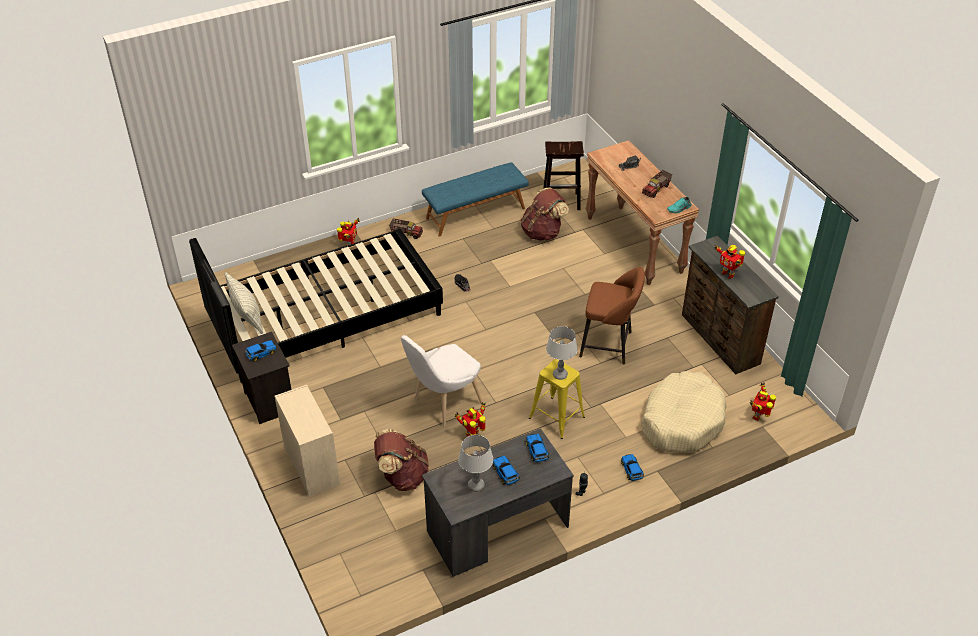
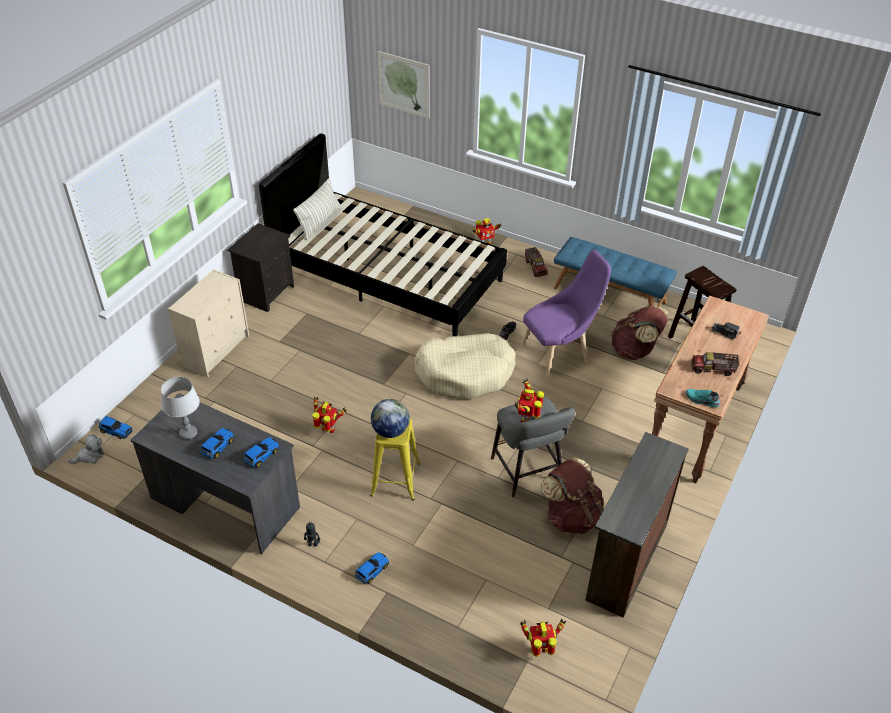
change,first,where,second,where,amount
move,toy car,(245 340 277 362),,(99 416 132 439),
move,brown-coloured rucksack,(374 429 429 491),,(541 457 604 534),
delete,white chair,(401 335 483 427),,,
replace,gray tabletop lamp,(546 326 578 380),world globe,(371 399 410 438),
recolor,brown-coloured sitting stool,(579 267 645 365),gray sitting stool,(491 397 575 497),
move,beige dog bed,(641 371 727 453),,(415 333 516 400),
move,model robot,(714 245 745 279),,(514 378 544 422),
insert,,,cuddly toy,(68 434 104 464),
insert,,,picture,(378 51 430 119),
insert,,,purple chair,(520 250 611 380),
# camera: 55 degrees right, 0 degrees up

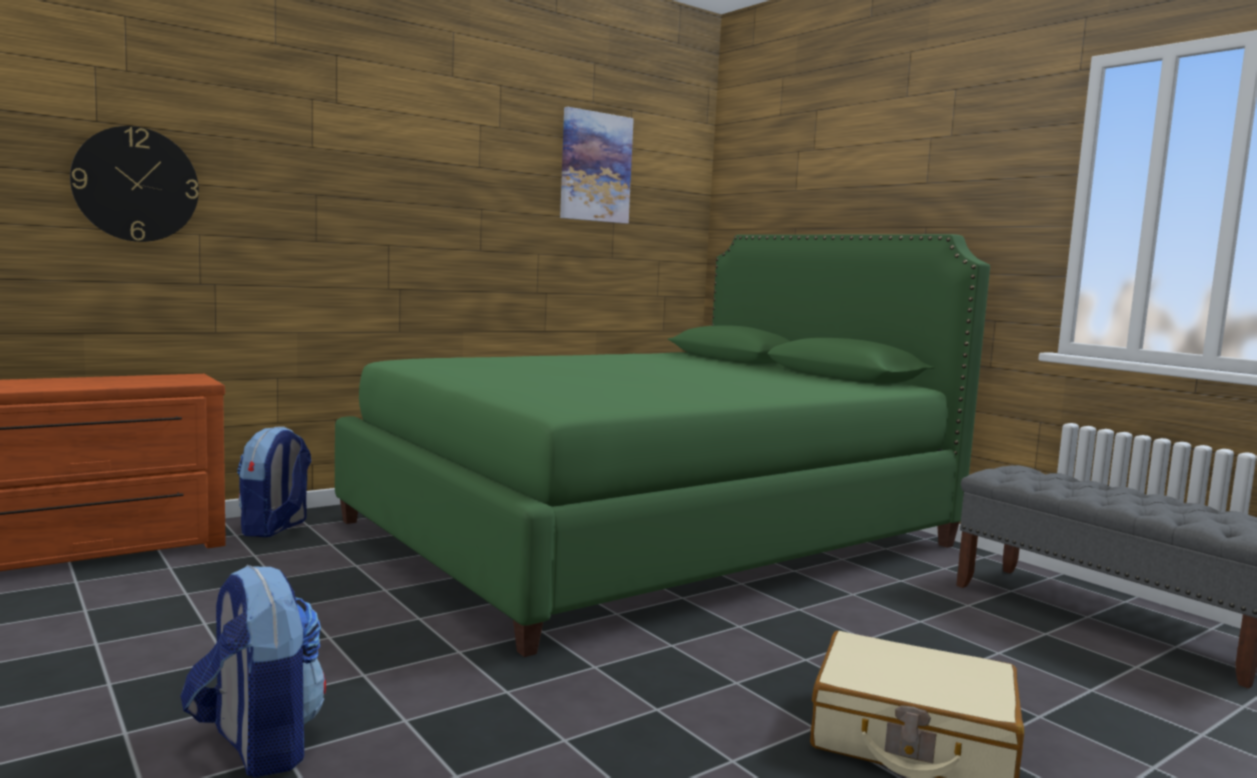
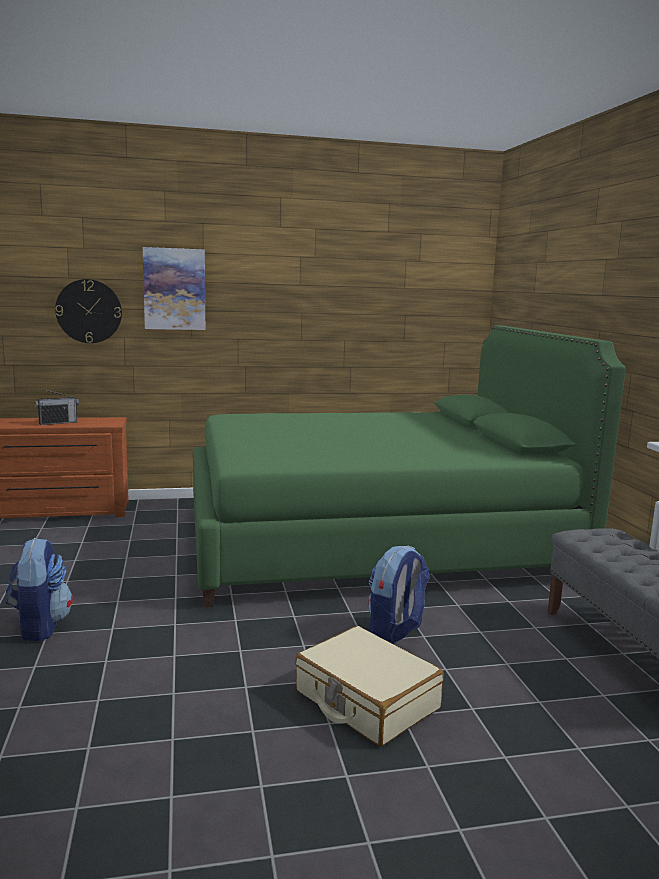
change,first,where,second,where,amount
move,rucksack,(237 426 311 537),,(368 546 429 644),
move,picture,(560 107 634 224),,(143 247 205 330),
insert,,,radio,(35 389 79 425),
# camera: 25 degrees right, 5 degrees up

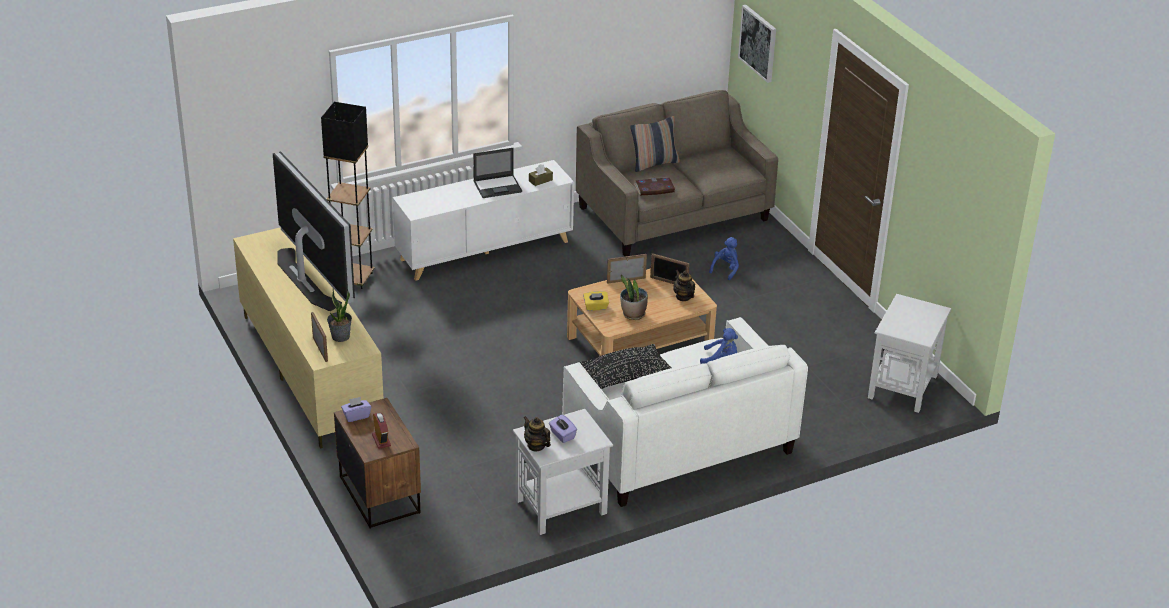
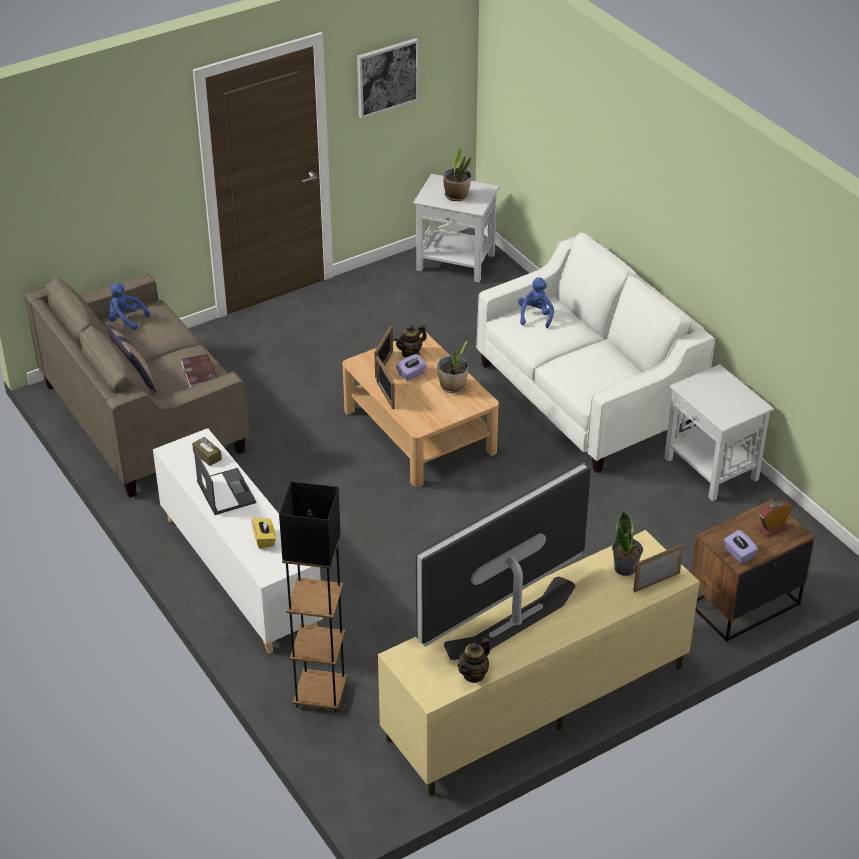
change,first,where,second,where,amount
move,pot for tea,(523 416 551 451),,(457 638 490 683),
move,purple box of tissues,(549 414 577 443),,(396 354 427 381),
delete,black-coloured throw pillow,(580 344 672 389),,,
move,yellowish box of tissues,(583 291 609 311),,(251 517 276 549),
move,blue-coloured cuddly toy,(709 237 739 280),,(108 283 150 331),
move,picture,(738 5 776 83),,(357 38 419 119),
insert,,,plant in a pot,(443 146 472 201),
# camera: 95 degrees left, 5 degrees up

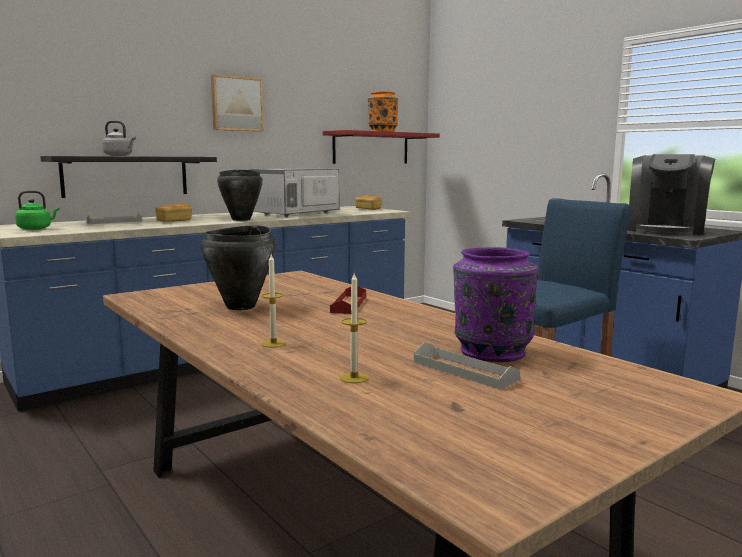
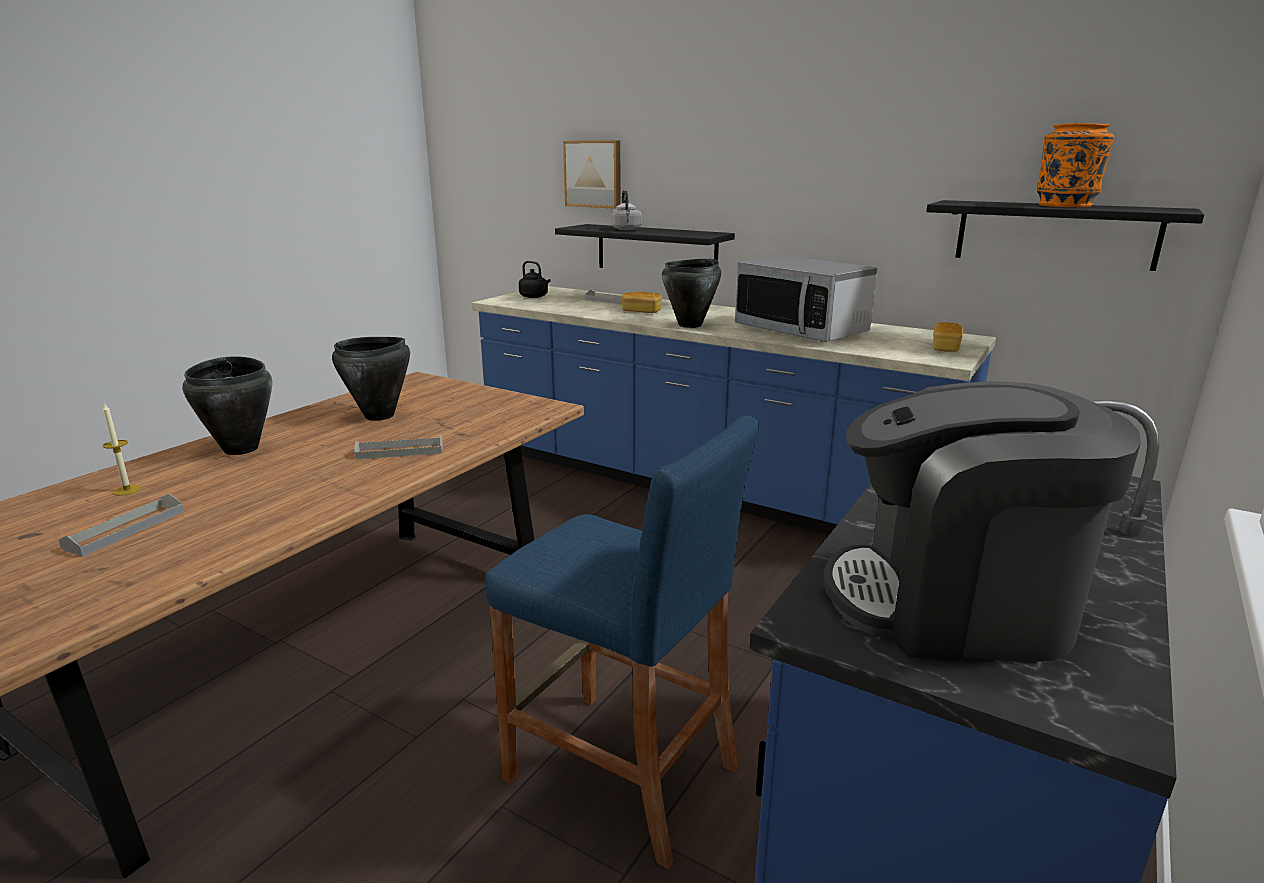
change,first,where,second,where,amount
recolor,green kettle,(15 190 60 230),black-coloured kettle,(519 261 550 298),
move,picture,(211 74 264 131),,(563 140 621 209),
rotate,kitchen microwave,(249 168 340 217),,(735 256 877 342),150 degrees counterclockwise
replace,candle,(261 254 286 348),black-coloured saucepot,(182 356 272 455),
recolor,red wall shelf,(323 130 440 164),black-coloured wall shelf,(926 200 1204 271),
recolor,red tray,(330 286 366 314),gray tray,(354 435 443 460),
delete,purple flower vase,(453 247 538 362),,,
# camera: 70 degrees right, 10 degrees up

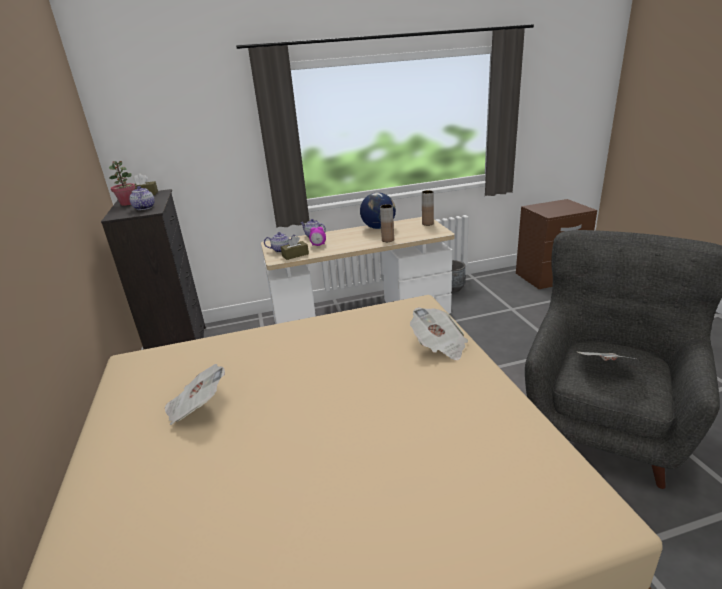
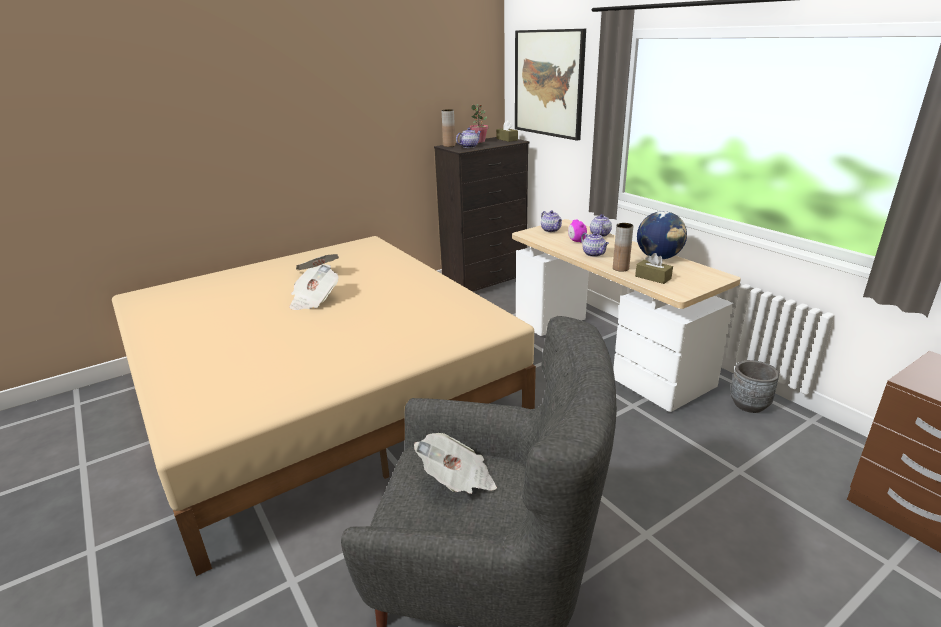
change,first,where,second,where,amount
move,brown-coloured box of tissues,(281 236 309 260),,(635 253 673 284),
move,printed paper,(410 307 468 360),,(289 264 338 310),
move,brown-coloured flower vase,(422 190 434 226),,(442 109 455 147),
insert,,,picture,(515 29 586 141),
insert,,,pot for tea,(581 232 609 257),
# camera: 70 degrees right, 0 degrees up

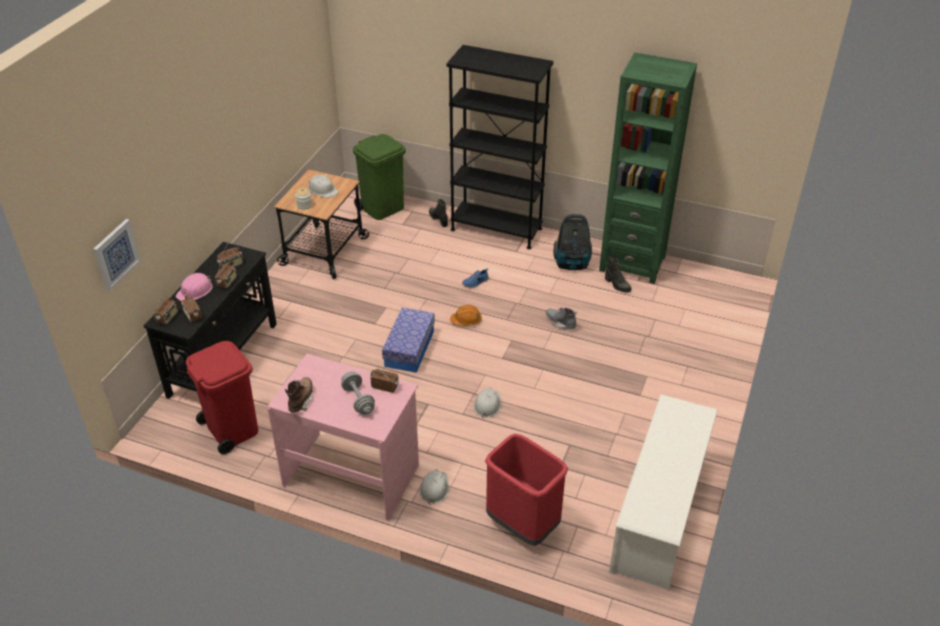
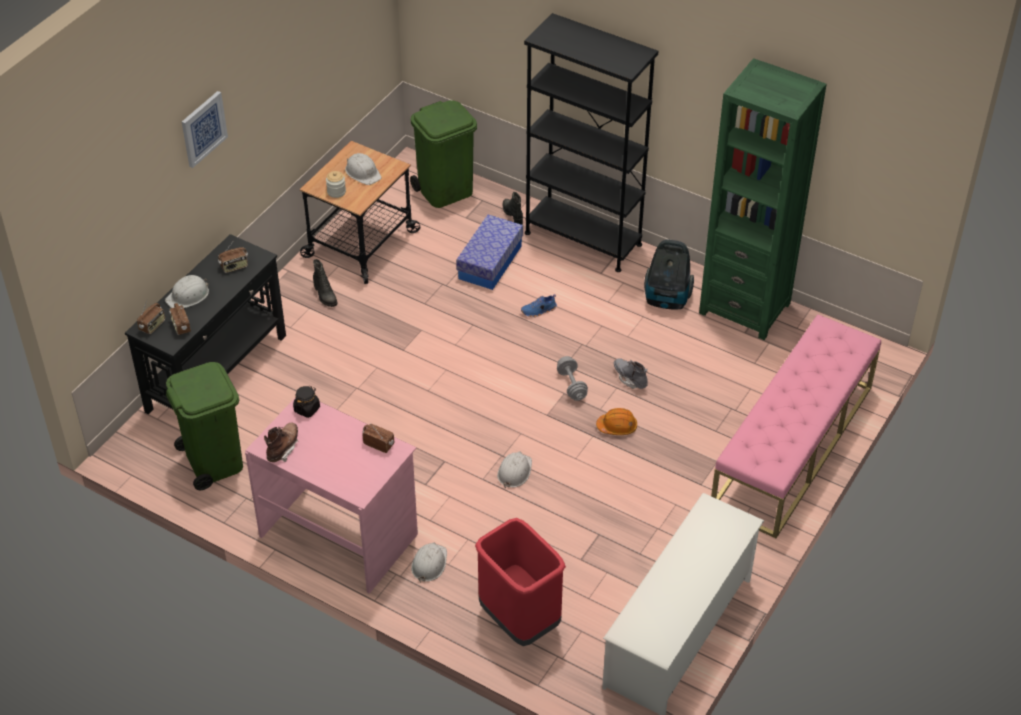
change,first,where,second,where,amount
move,picture,(93 219 141 291),,(182 91 228 168),
recolor,pinkish work helmet,(176 273 212 301),white work helmet,(165 275 209 308),
recolor,red trash can,(186 341 258 454),green trash can,(166 362 243 490),
delete,radio,(215 258 237 288),,,
move,gray hand weight,(341 371 375 415),,(557 356 588 401),
move,storage box,(382 308 435 373),,(456 215 523 290),
move,orangey work helmet,(450 305 482 326),,(596 408 637 435),
move,black-coloured tall boot,(605 256 632 293),,(313 259 337 307),
insert,,,black-coloured preserve jar,(293 386 320 418),
insert,,,pinkish bench,(711 314 881 538),
# camera: 10 degrees right, 5 degrees up

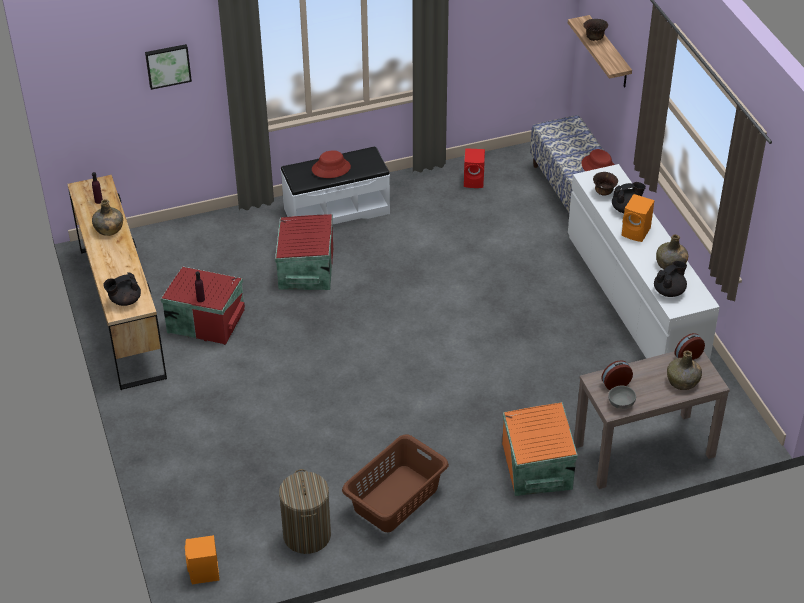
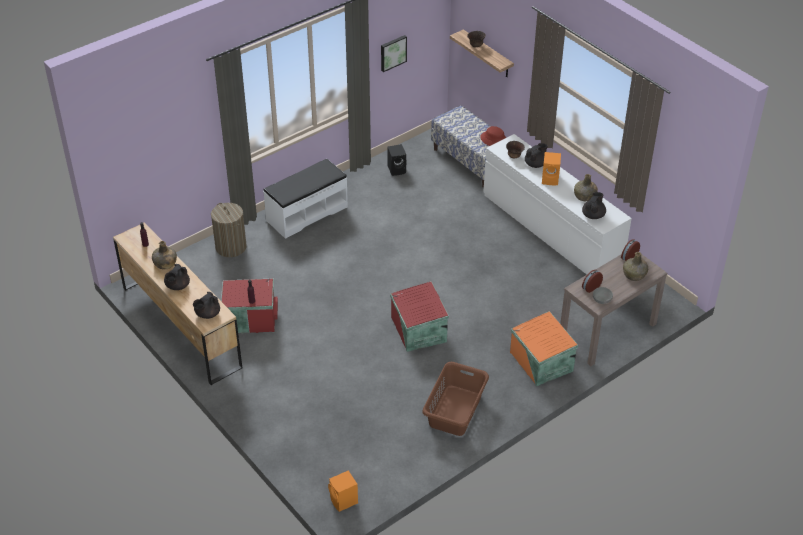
change,first,where,second,where,amount
move,picture,(145 44 192 90),,(381 35 407 72),
move,red storage box,(275 214 333 290),,(390 281 449 352),
move,laundry basket,(279 469 331 554),,(211 203 247 257),
delete,red hat,(312 150 351 178),,,
recolor,red loudspeaker,(464 148 485 188),black-coloured loudspeaker,(387 144 407 176),
insert,,,black-coloured pot for tea,(164 264 190 290),
# camera: 20 degrees left, 0 degrees up

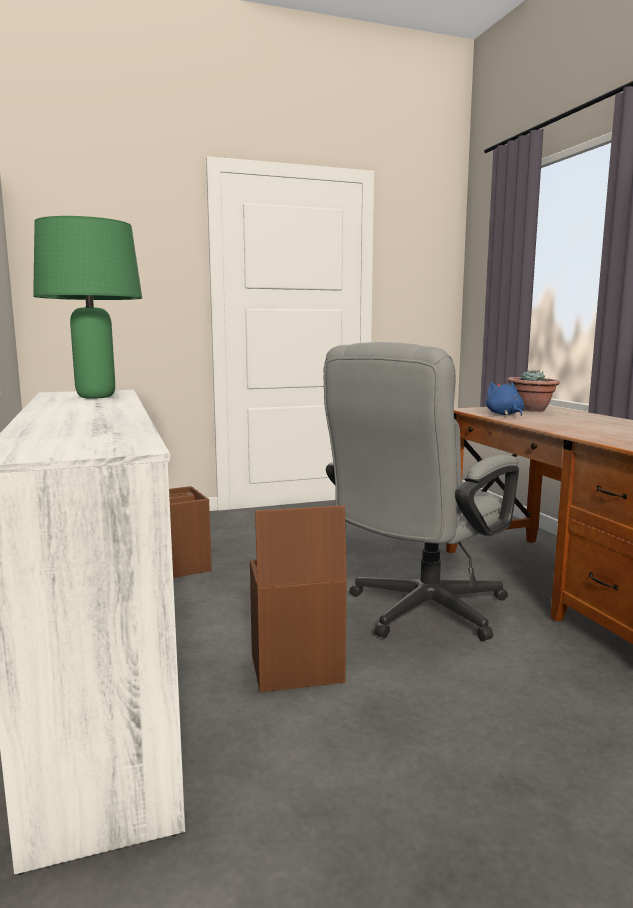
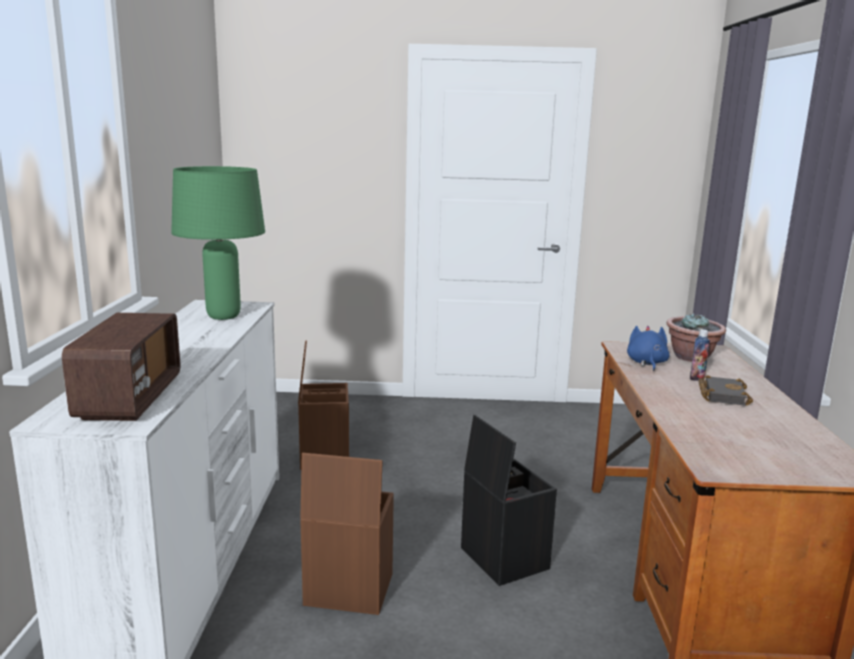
change,first,where,second,where,amount
replace,gray desk chair,(324 342 519 641),black-coloured storage box,(461 415 557 586),
insert,,,radio,(62 313 180 421),
insert,,,bottle,(690 329 710 381),
insert,,,black-coloured book,(699 375 753 406),
# camera: 20 degrees right, 5 degrees up

